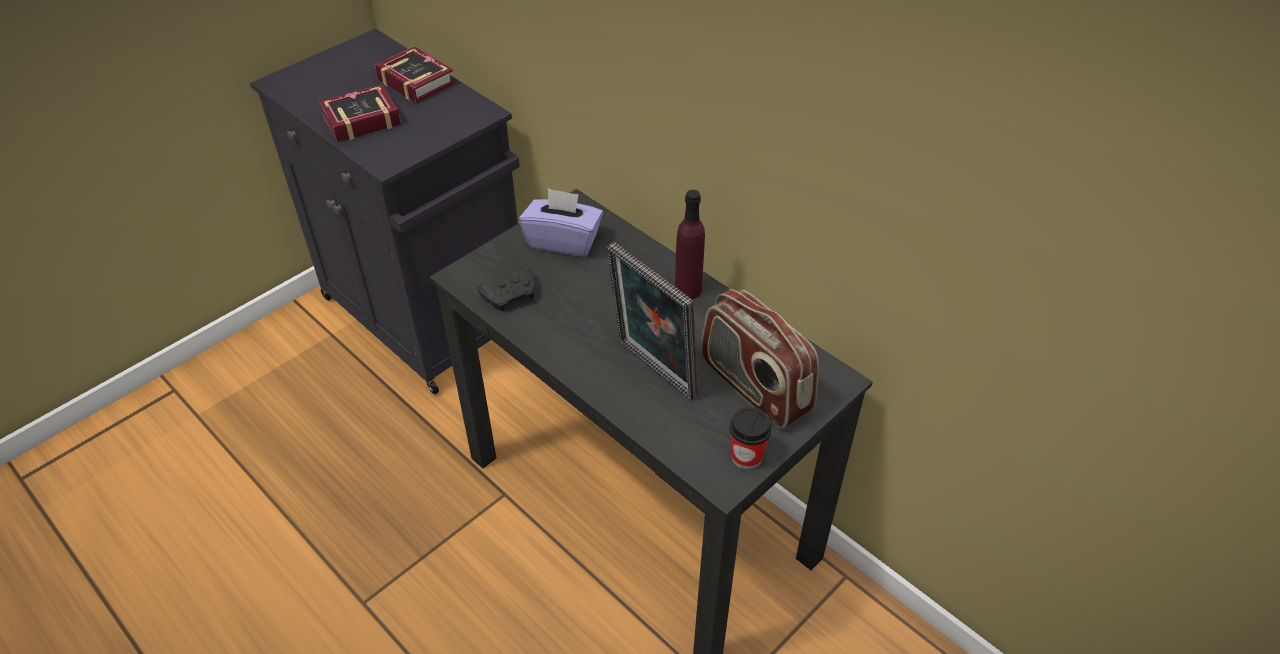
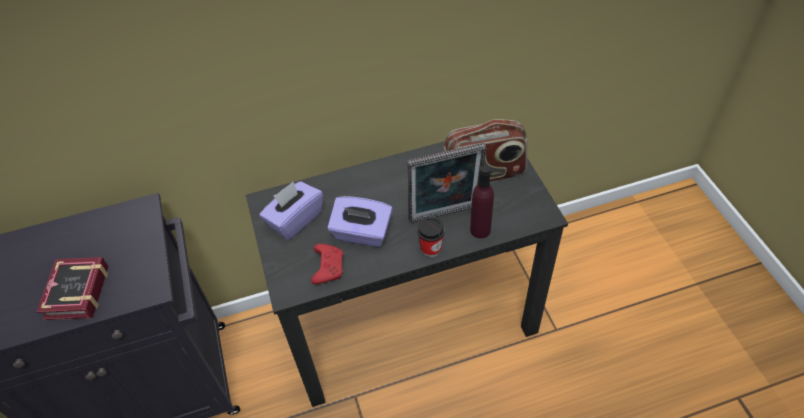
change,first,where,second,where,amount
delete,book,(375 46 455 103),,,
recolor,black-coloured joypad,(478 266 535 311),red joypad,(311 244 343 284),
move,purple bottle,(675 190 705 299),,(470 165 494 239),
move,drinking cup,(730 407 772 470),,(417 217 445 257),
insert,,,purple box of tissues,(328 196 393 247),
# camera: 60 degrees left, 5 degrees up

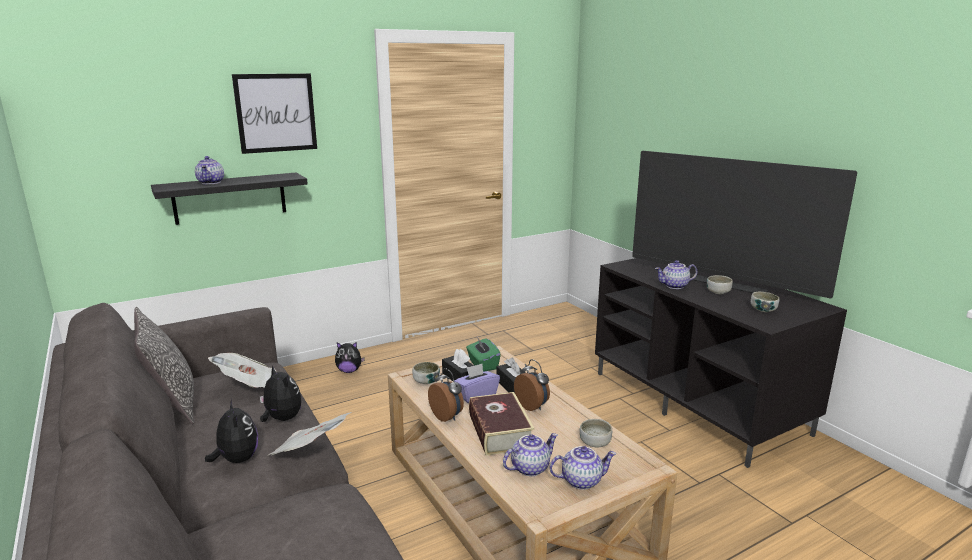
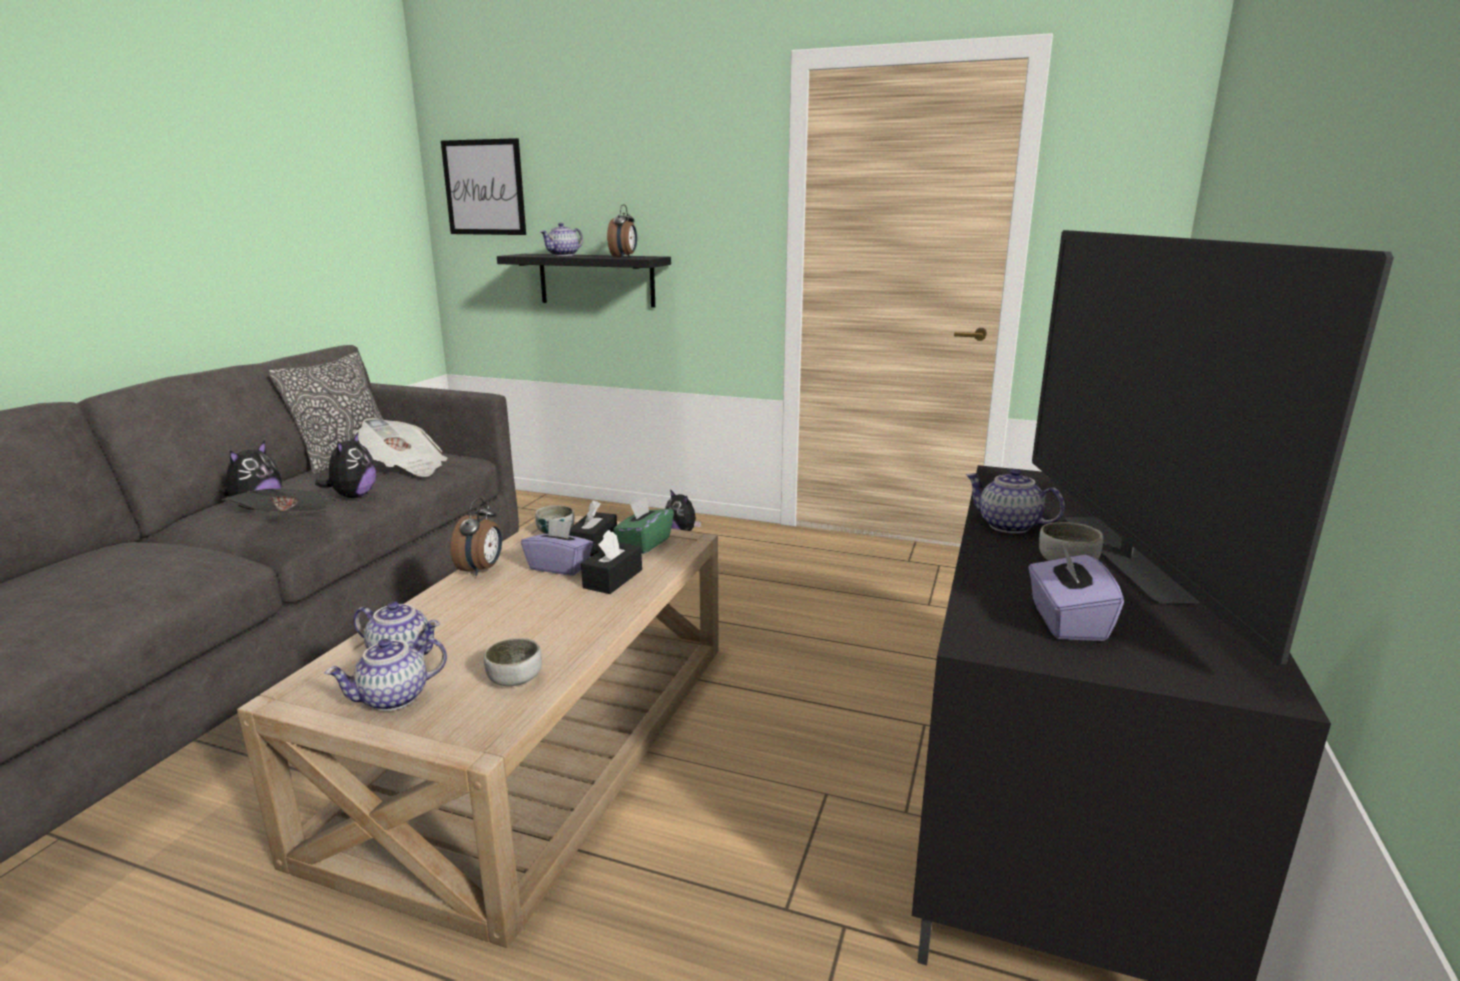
change,first,where,second,where,amount
move,picture,(232 74 317 154),,(441 138 526 235),
delete,book,(469 392 535 456),,,
move,table clock,(514 359 550 411),,(607 204 637 258),
rotate,pot for tea,(550 446 616 490),,(324 638 447 711),105 degrees clockwise
replace,serving bowl,(751 292 780 312),purple box of tissues,(1028 543 1124 641),
# camera: 50 degrees right, 0 degrees up

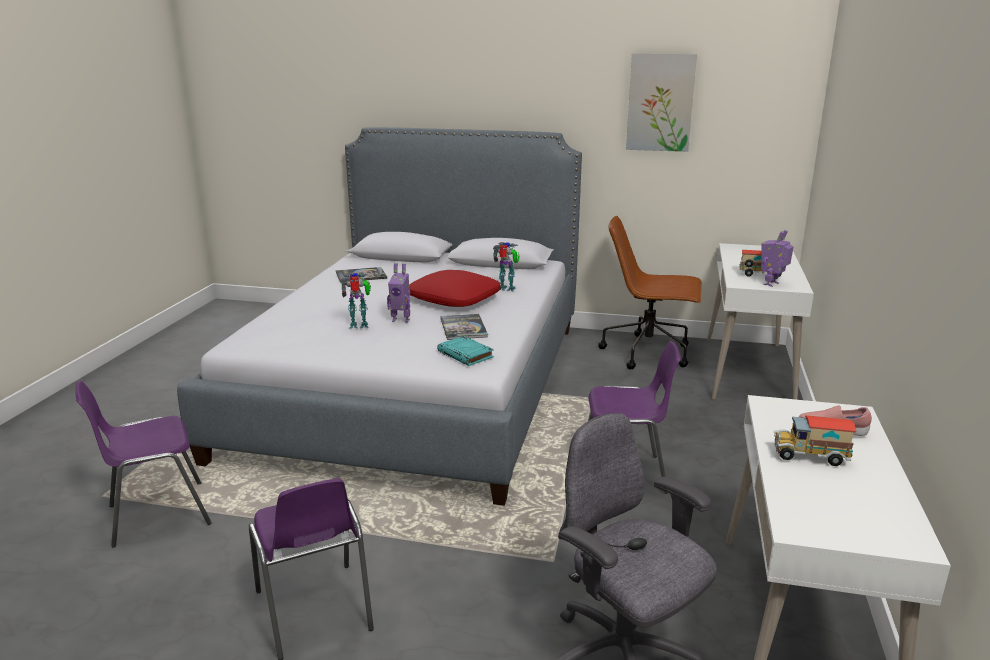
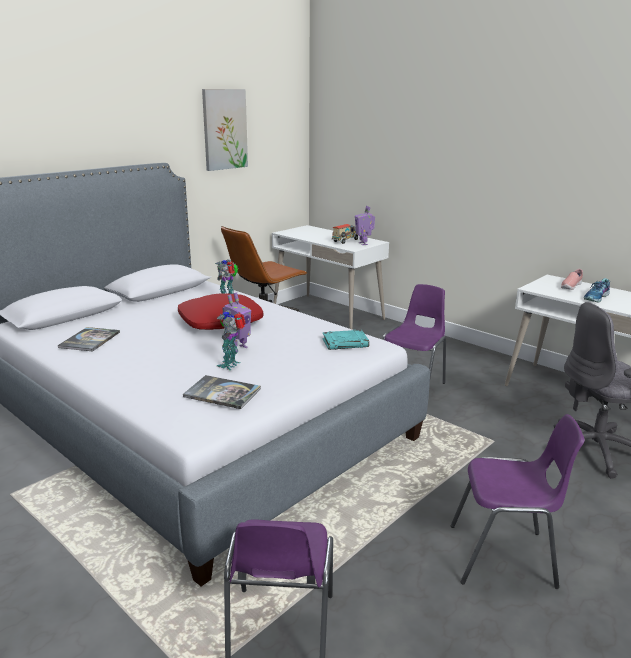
change,first,where,second,where,amount
move,book,(441 314 488 340),,(183 375 261 409),
replace,model truck,(774 415 856 466),shoe,(584 278 610 303),
# camera: 60 degrees left, 0 degrees up

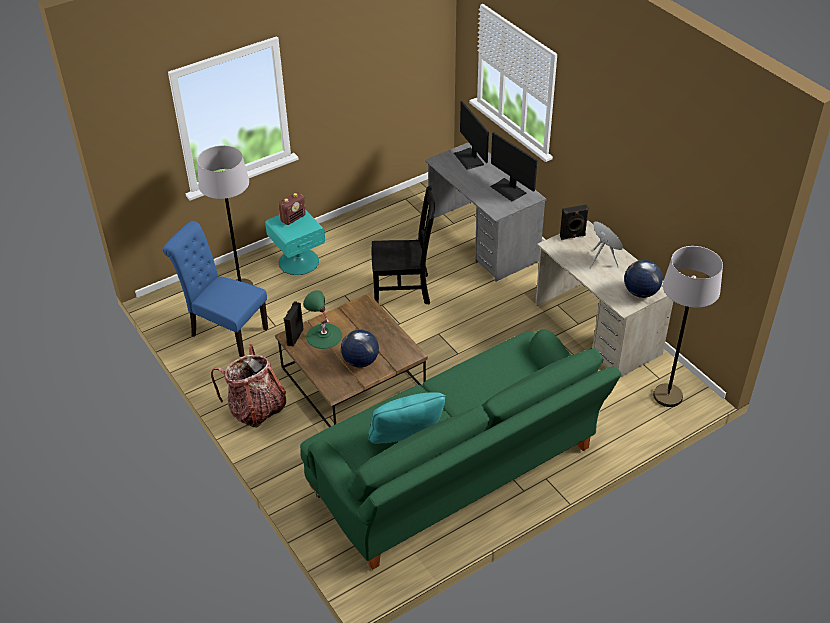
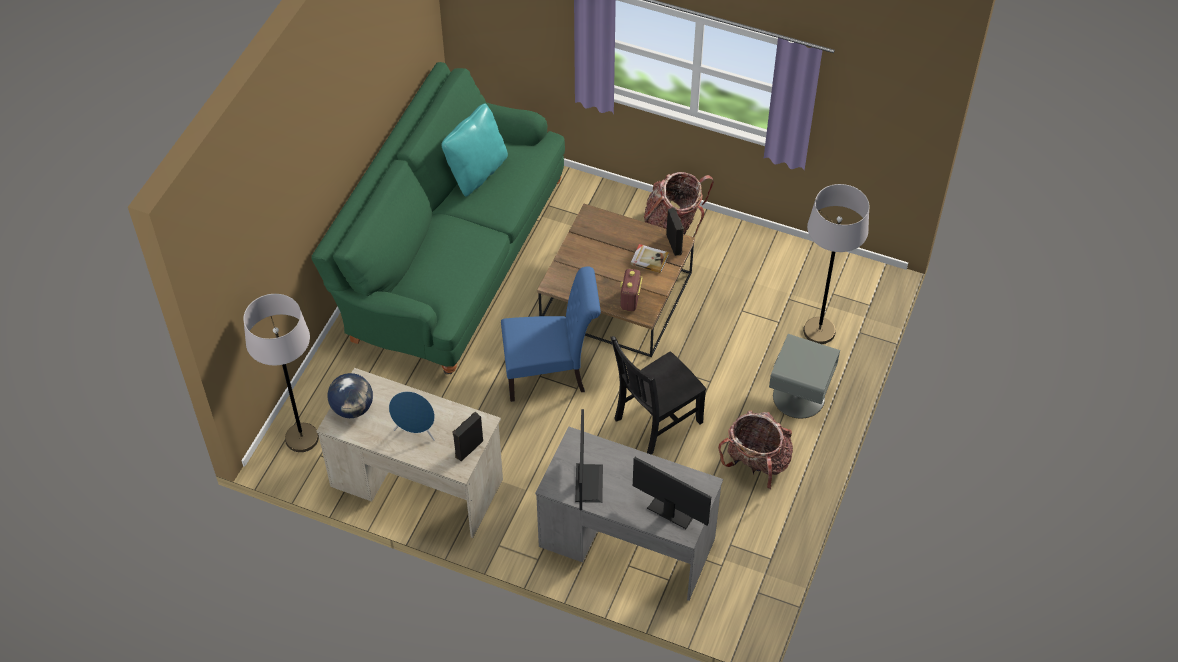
change,first,where,second,where,amount
move,blue-coloured chair,(162 221 268 357),,(501 267 601 402),
recolor,blue-green nightstand,(265 210 325 275),gray nightstand,(769 334 840 418),
move,radio,(278 192 306 225),,(620 269 643 311),
replace,green tabletop lamp,(303 290 342 349),book,(631 244 669 273),
delete,world globe,(341 329 379 368),,,
rotate,computer display,(490 132 537 201),,(575 409 603 510),75 degrees clockwise
insert,,,rucksack,(718 411 793 489),
# camera: 145 degrees right, 10 degrees up

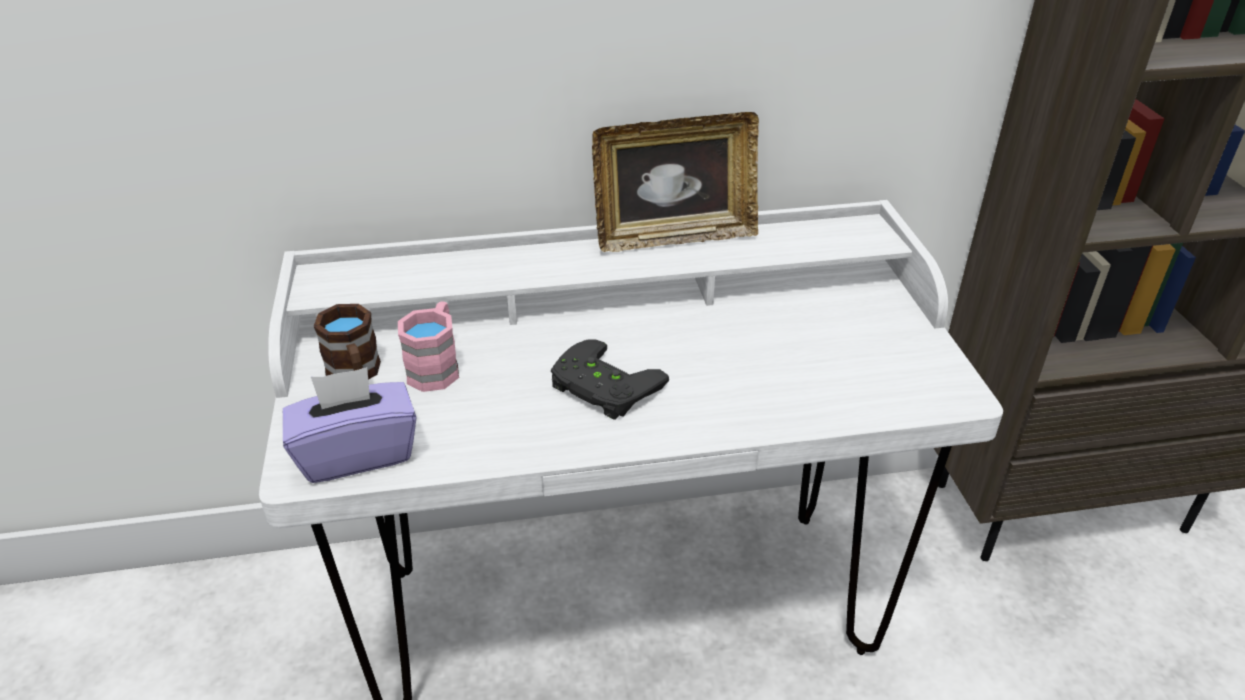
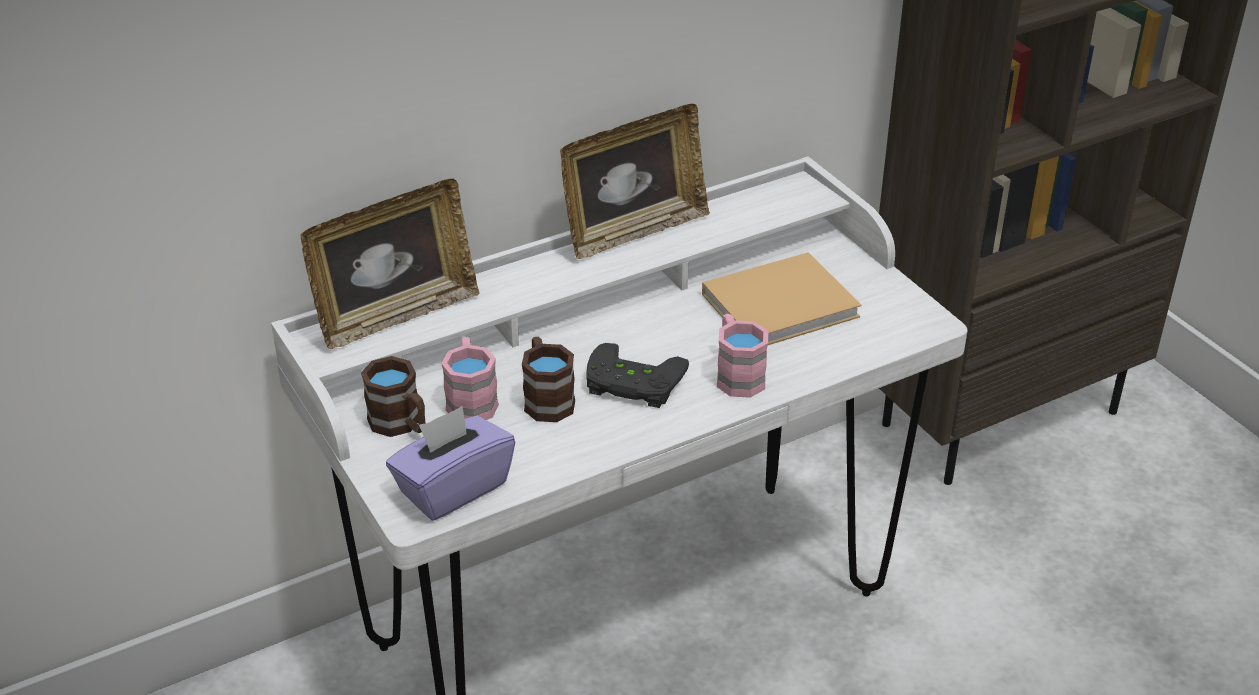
change,first,where,second,where,amount
insert,,,standing frame,(300 179 480 349),
insert,,,brown-coloured coffee mug,(522 337 575 422),
insert,,,beige book,(702 252 862 345),
insert,,,pinkish coffee mug,(717 314 768 398),
# camera: 20 degrees left, 0 degrees up

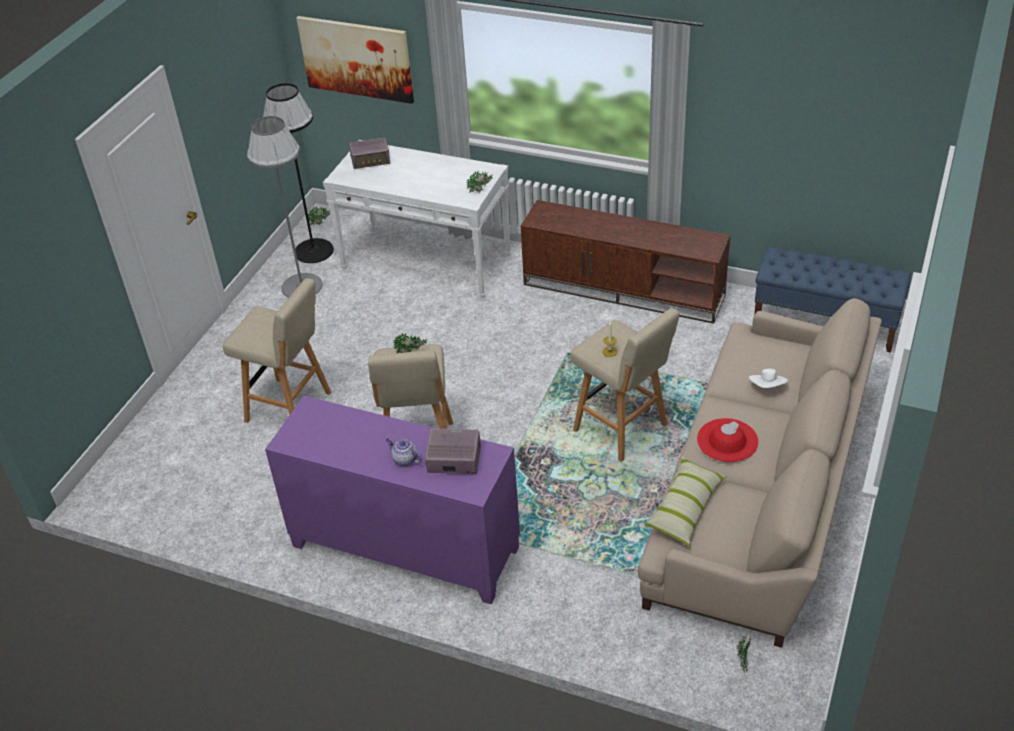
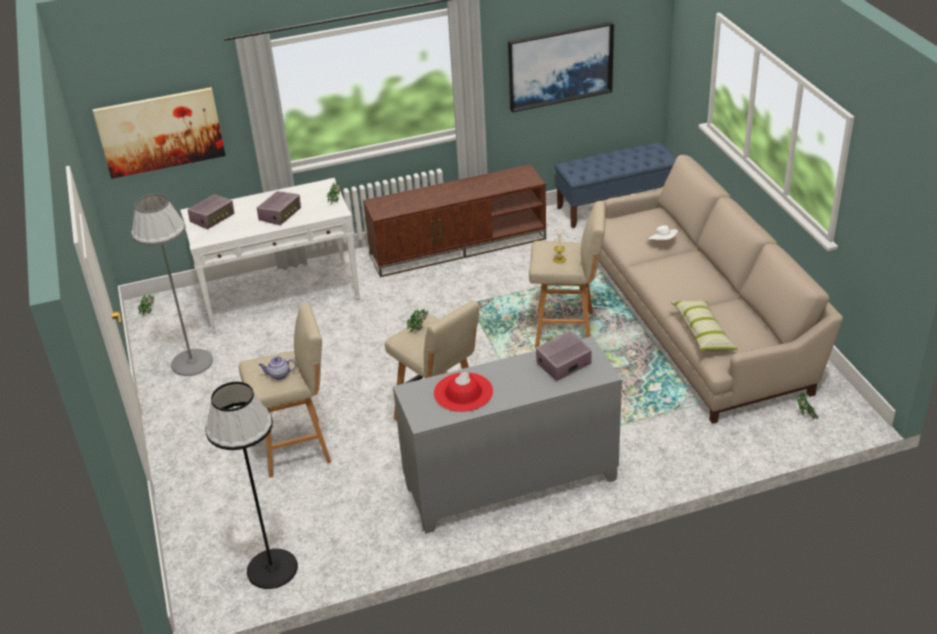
change,first,where,second,where,amount
move,black-coloured floor lamp,(263 83 334 263),,(205 382 298 589),
recolor,purple storage cabinet,(265 396 520 604),gray storage cabinet,(393 336 622 534),
move,pot for tea,(386 439 422 467),,(259 357 297 380),
move,red hat,(697 418 758 462),,(434 372 493 412),
insert,,,radio,(257 191 301 226),
insert,,,picture,(508 22 614 112),
# camera: 40 degrees left, 5 degrees down

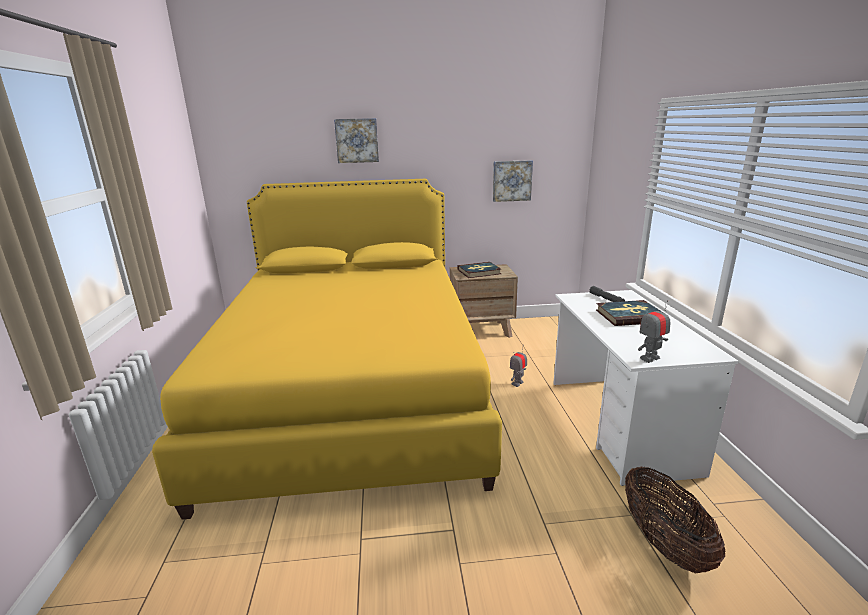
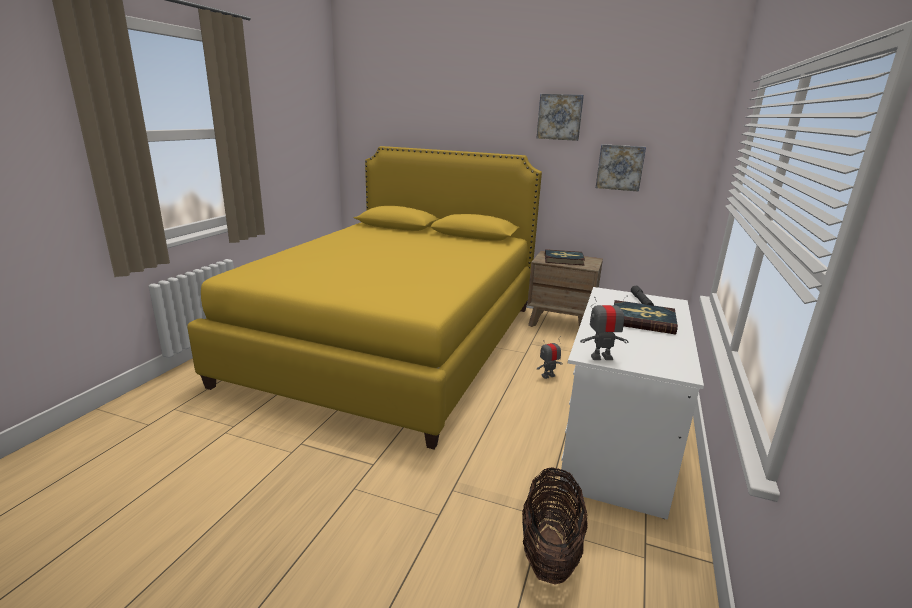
change,first,where,second,where,amount
move,picture,(334 118 379 163),,(537 94 584 141),
# camera: 25 degrees right, 0 degrees up

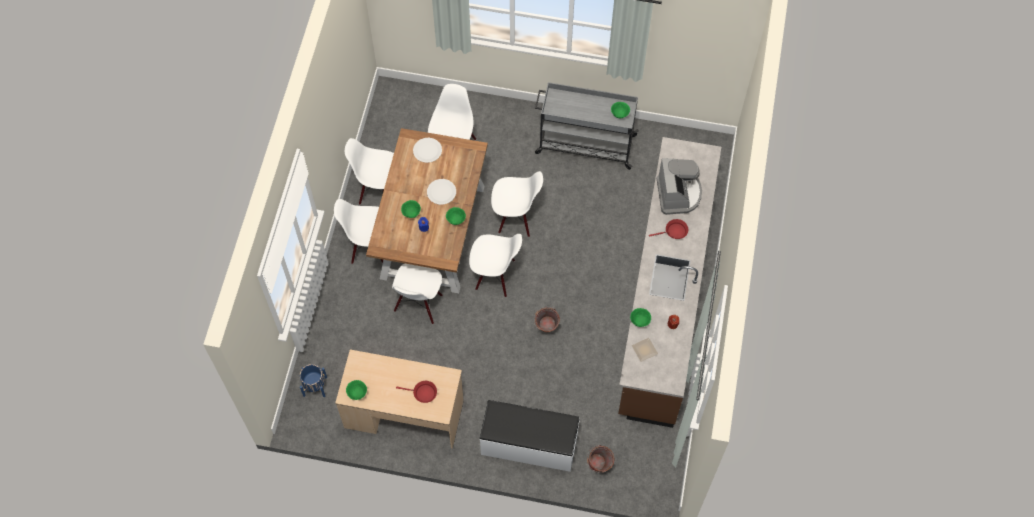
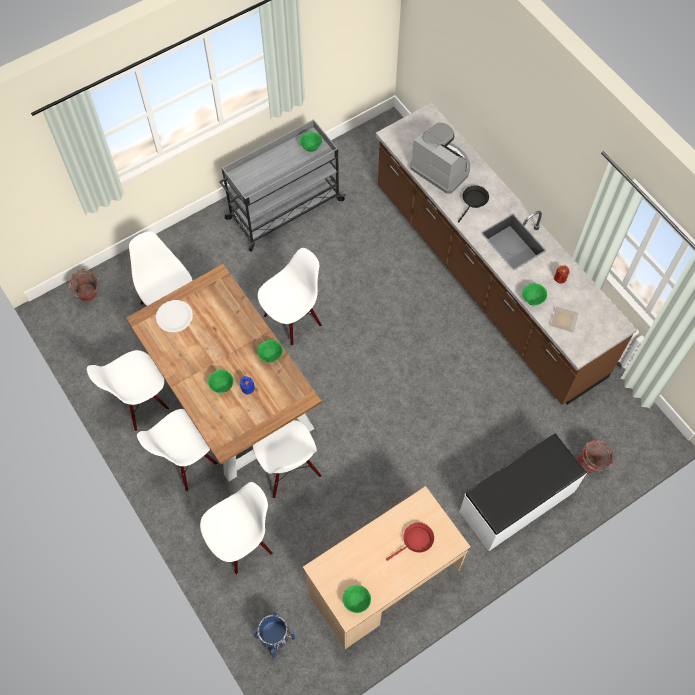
change,first,where,second,where,amount
delete,white dinner plate,(427 179 456 205),,,
move,white chair,(469 234 522 297),,(200 482 273 575),
move,bucket,(534 307 560 332),,(68 269 99 301),
recolor,red skillet,(649 219 688 239),black-coloured skillet,(458 185 489 223),
# camera: 45 degrees left, 0 degrees up

